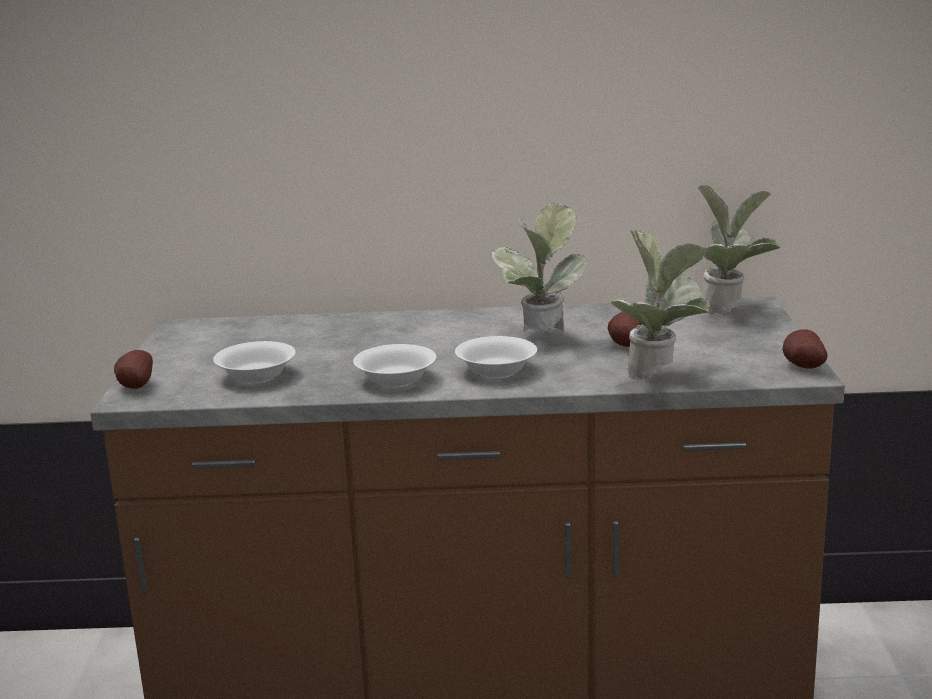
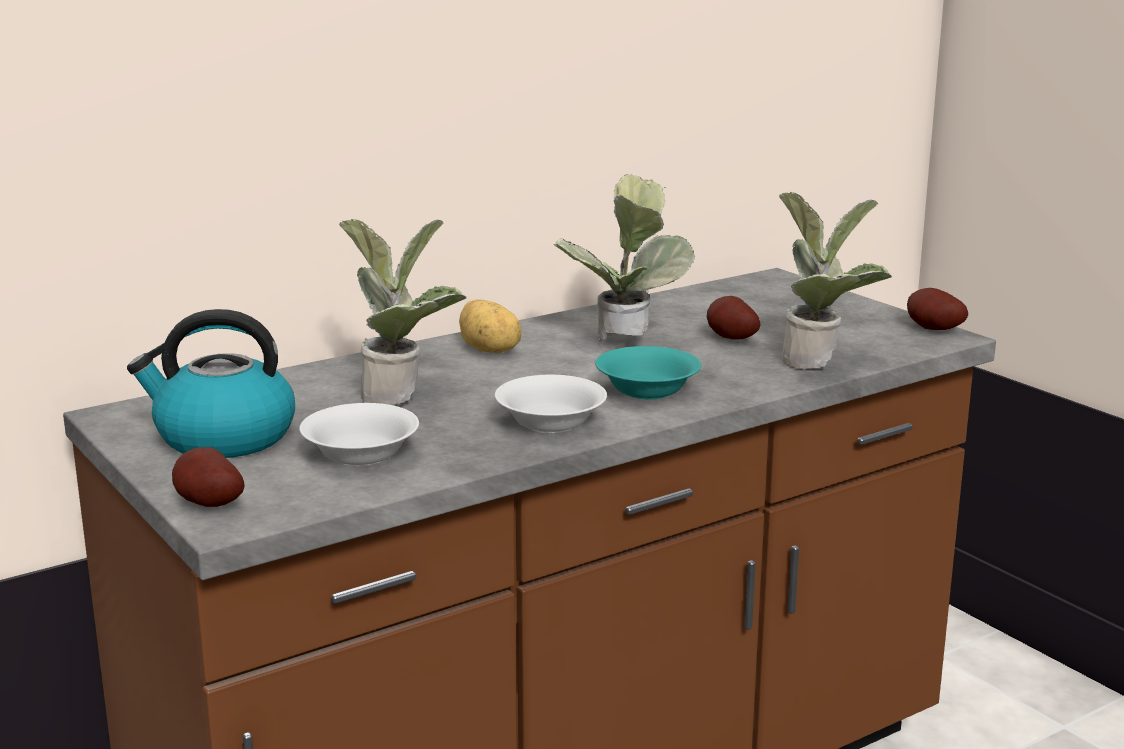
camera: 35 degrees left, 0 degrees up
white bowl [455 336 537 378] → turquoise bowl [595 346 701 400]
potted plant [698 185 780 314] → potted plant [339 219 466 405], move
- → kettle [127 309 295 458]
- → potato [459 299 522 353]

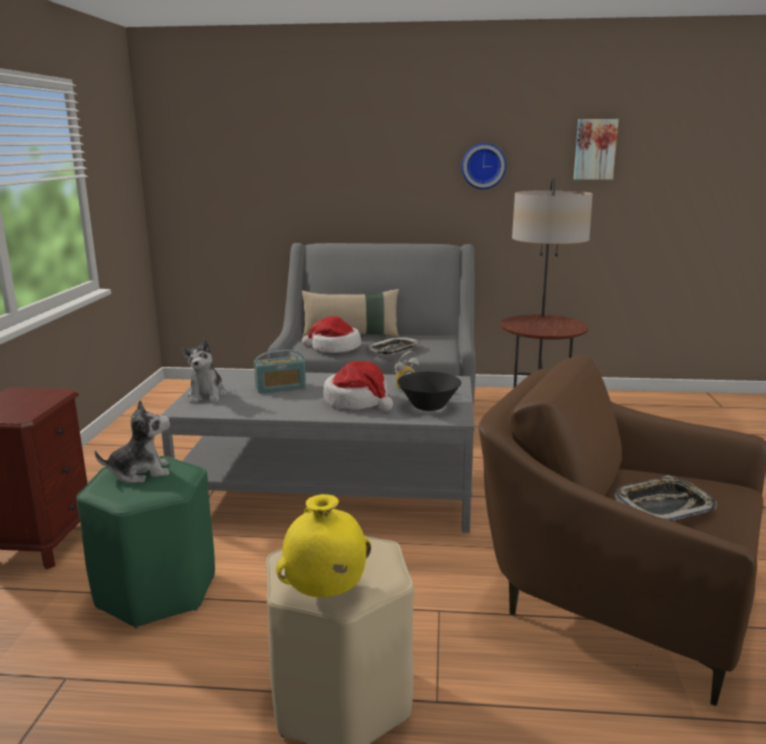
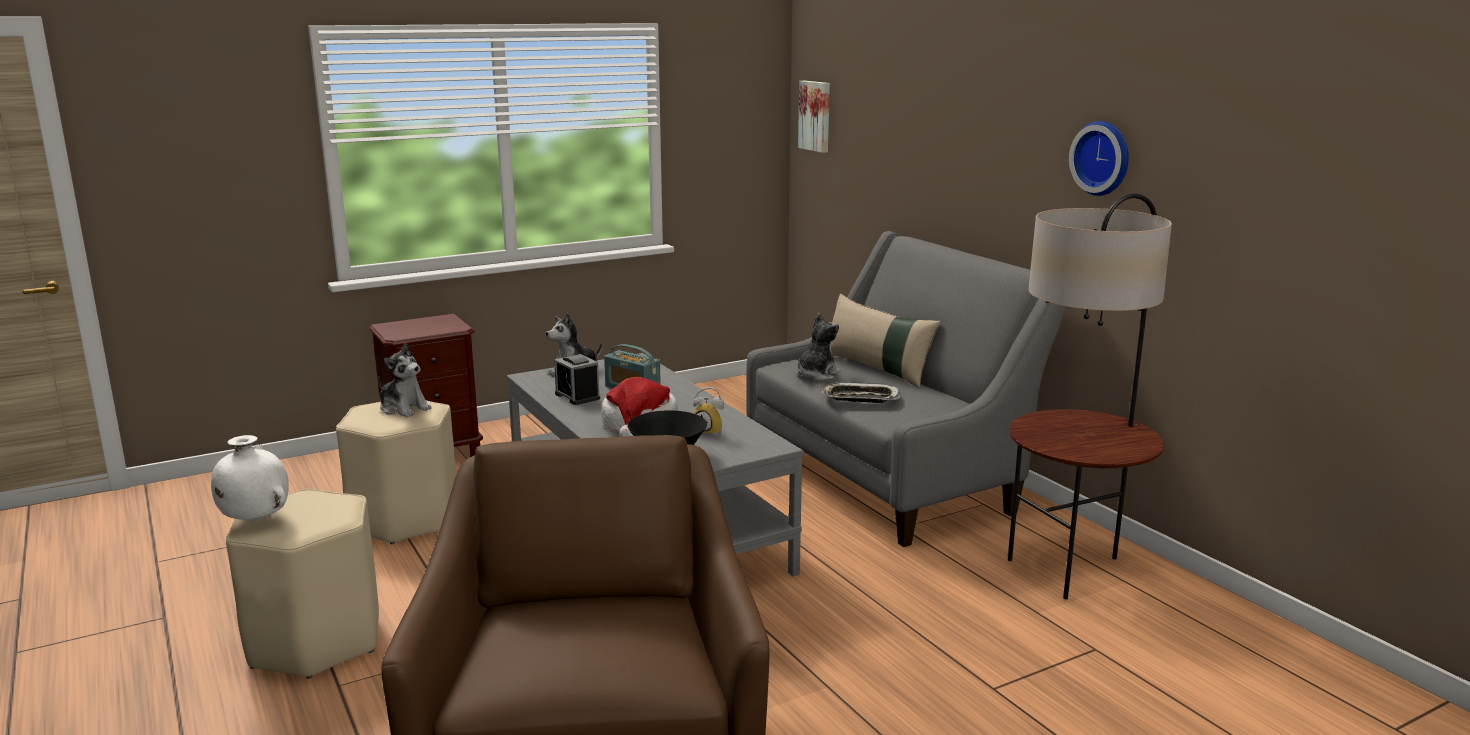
camera: 55 degrees right, 0 degrees up
green stool [76 456 215 628] → beige stool [336 400 456 544]
yellow vase [276 494 371 597] → white vase [211 435 289 521]
hat [302 316 361 353] → plush toy [797 313 840 381]
picture [574 119 619 180] → picture [798 81 830 153], move
tray [614 475 717 520] → -
- → alarm clock [554 354 600 405]

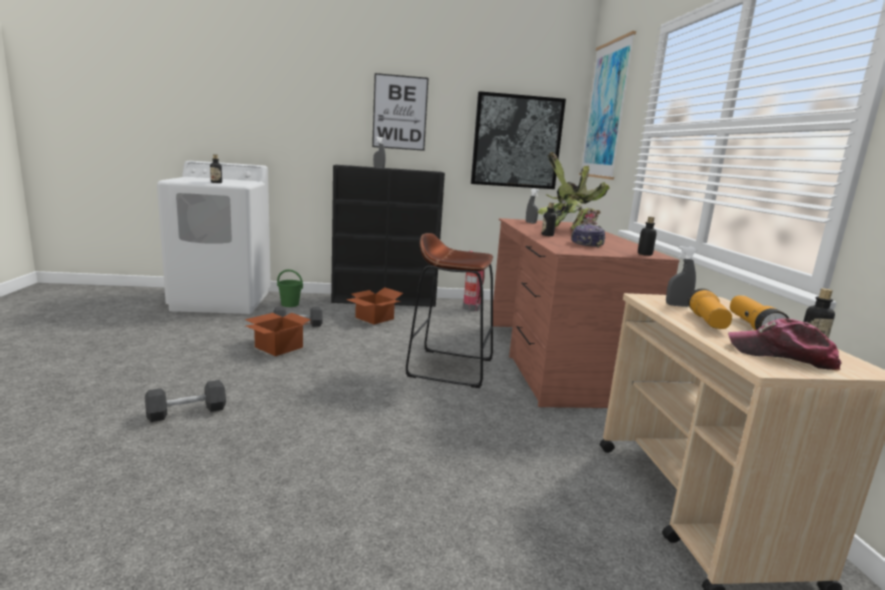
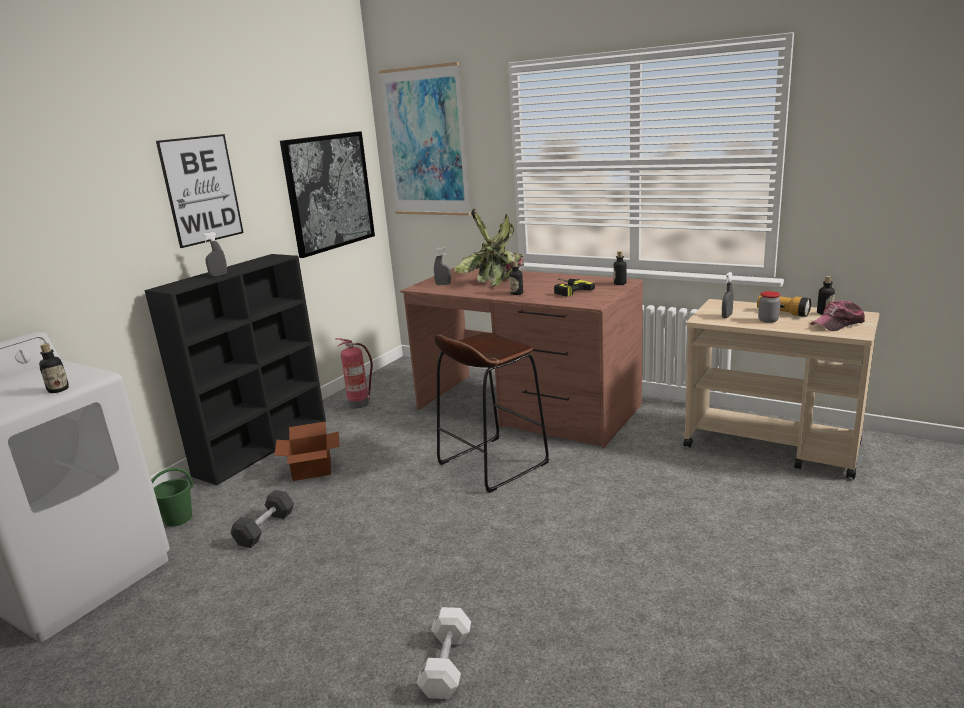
camera: 50 degrees left, 5 degrees up
black dumbbell [145 380 226 422] → white dumbbell [417 607 471 699]
cardboard box [245 313 313 356] → -
cap [571 224 605 248] → power drill [554 279 595 297]
flashlight [688 288 732 329] → jar [758 291 781 323]

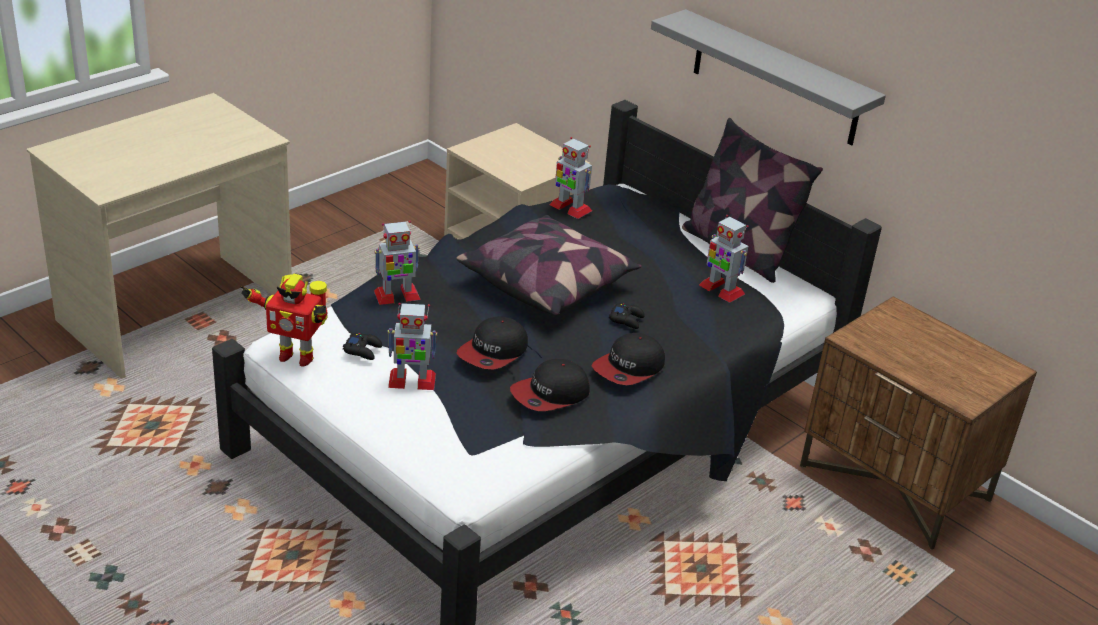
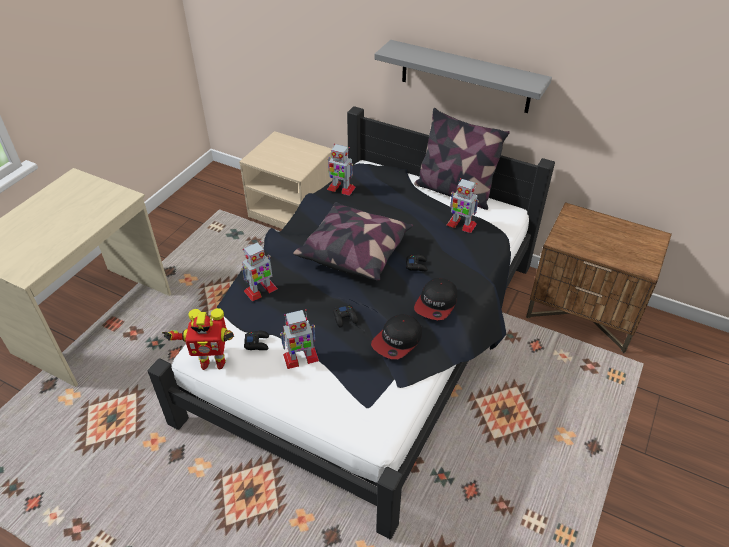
camera: 15 degrees left, 10 degrees up
cap [456 316 528 370] → black game controller [333 304 358 328]

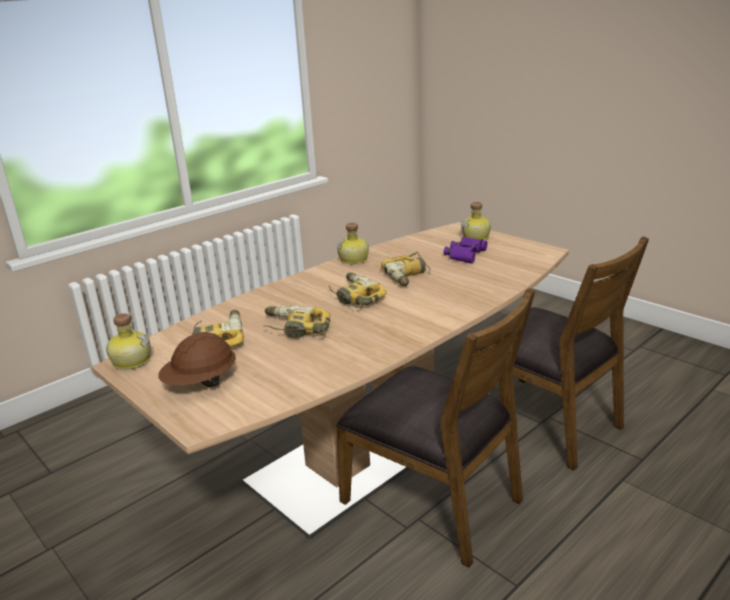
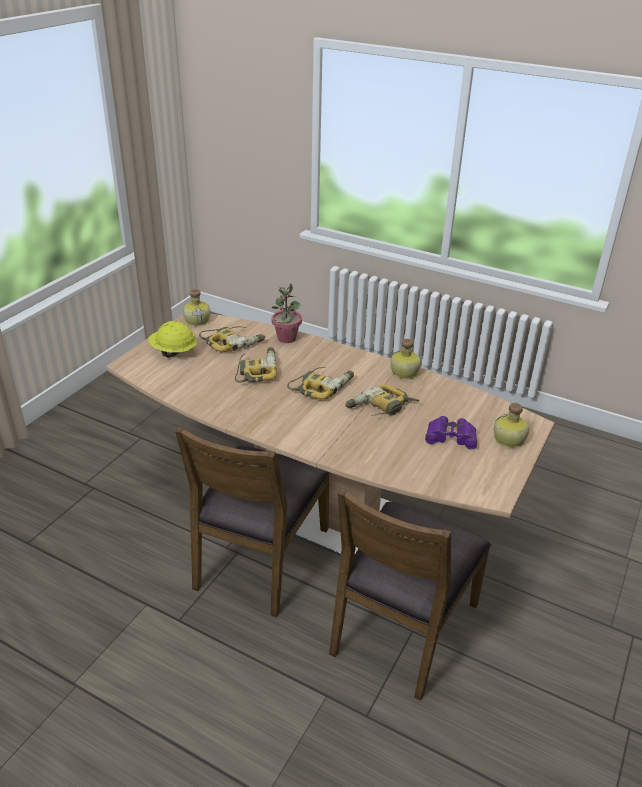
camera: 70 degrees right, 10 degrees up
brown hard hat [158 332 236 388] → yellow hard hat [148 321 197 358]
- → potted plant [272 283 302 343]

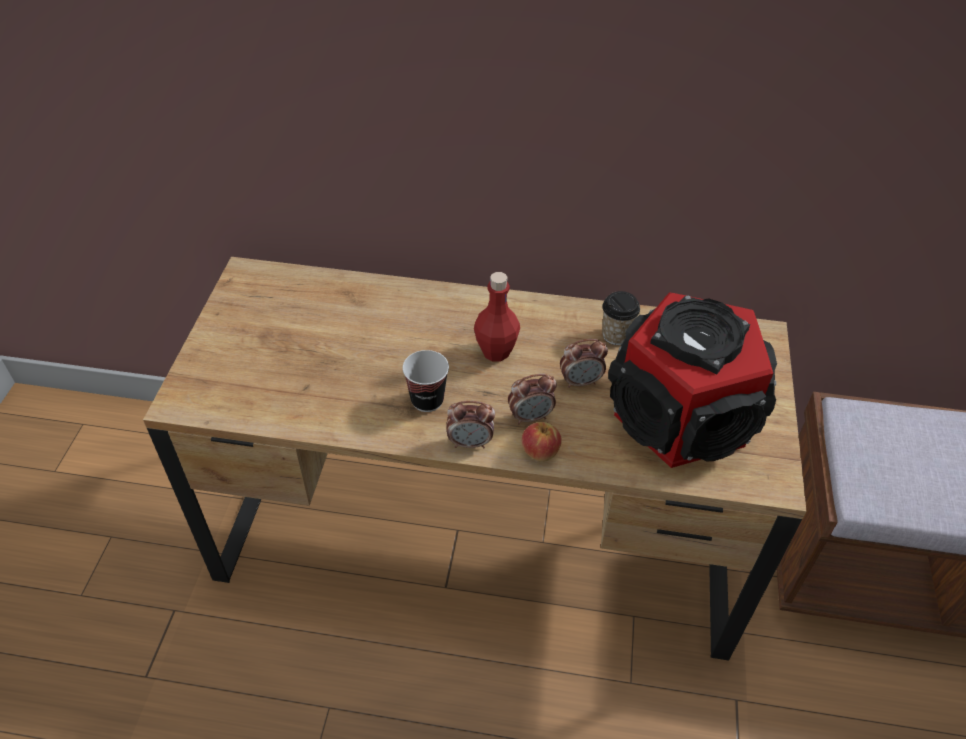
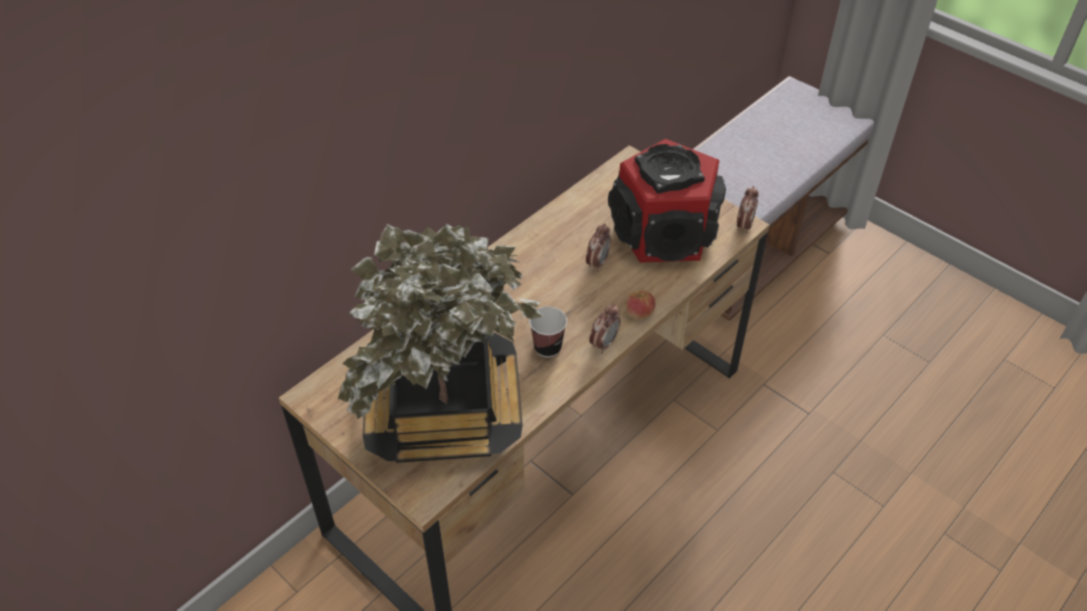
camera: 55 degrees left, 0 degrees up
red bottle [474 272 520 361] → -
alarm clock [508 374 557 424] → alarm clock [737 186 759 233], move
cup [602 291 640 345] → -
- → potted plant [338 224 544 463]

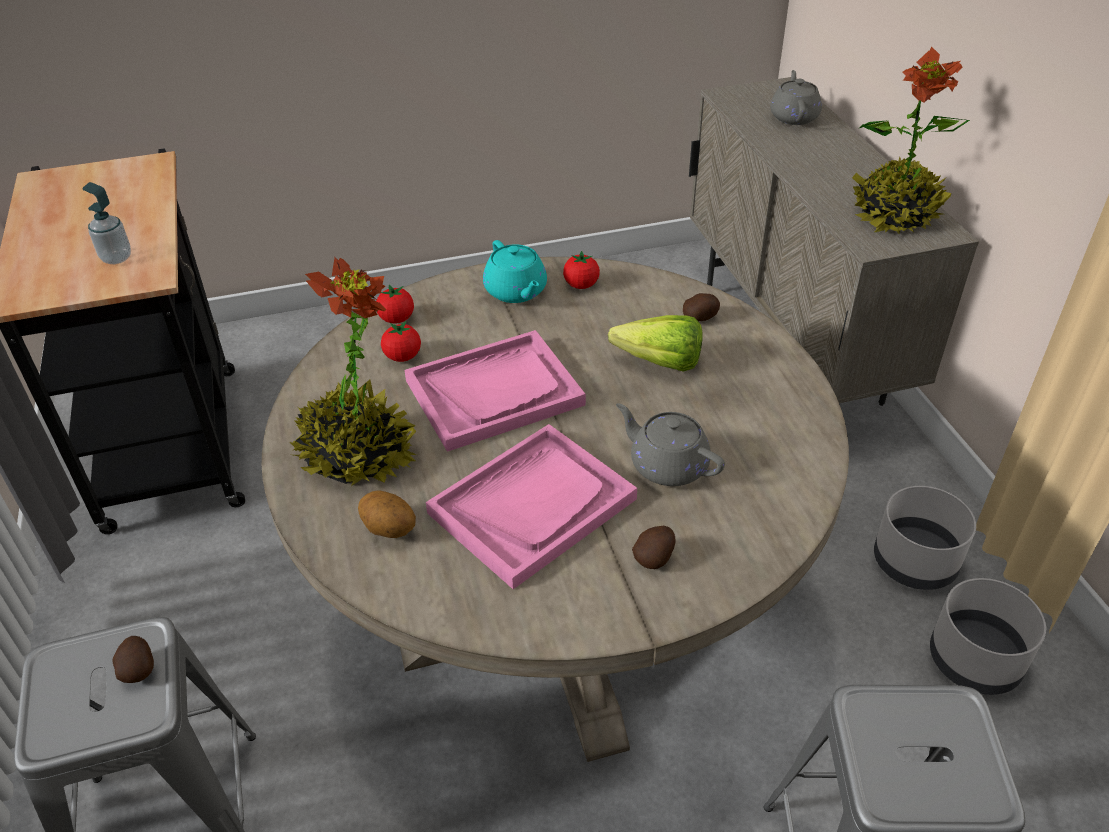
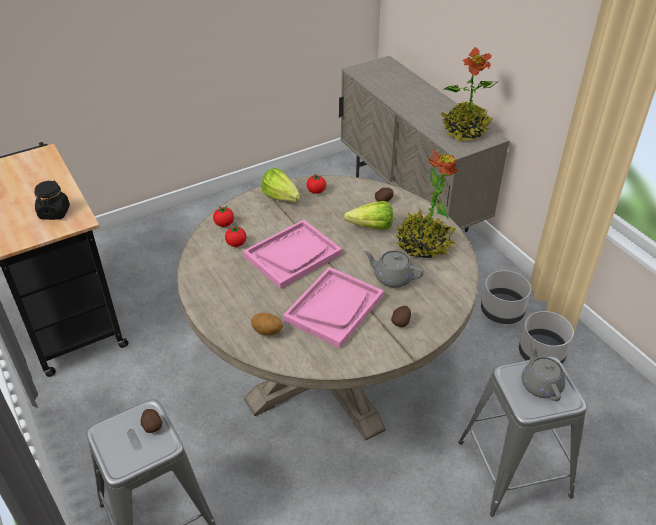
camera: 15 degrees left, 0 degrees up
soap dispenser [83 182 131 264] → black jar [34 180 70 220]
potted plant [290 257 417 486] → potted plant [396 149 459 258], move
turquoise teapot [483 240 547 303] → lettuce [262 168 301 202]
grey teapot [770 70 822 125] → grey teapot [522 342 566 401], move

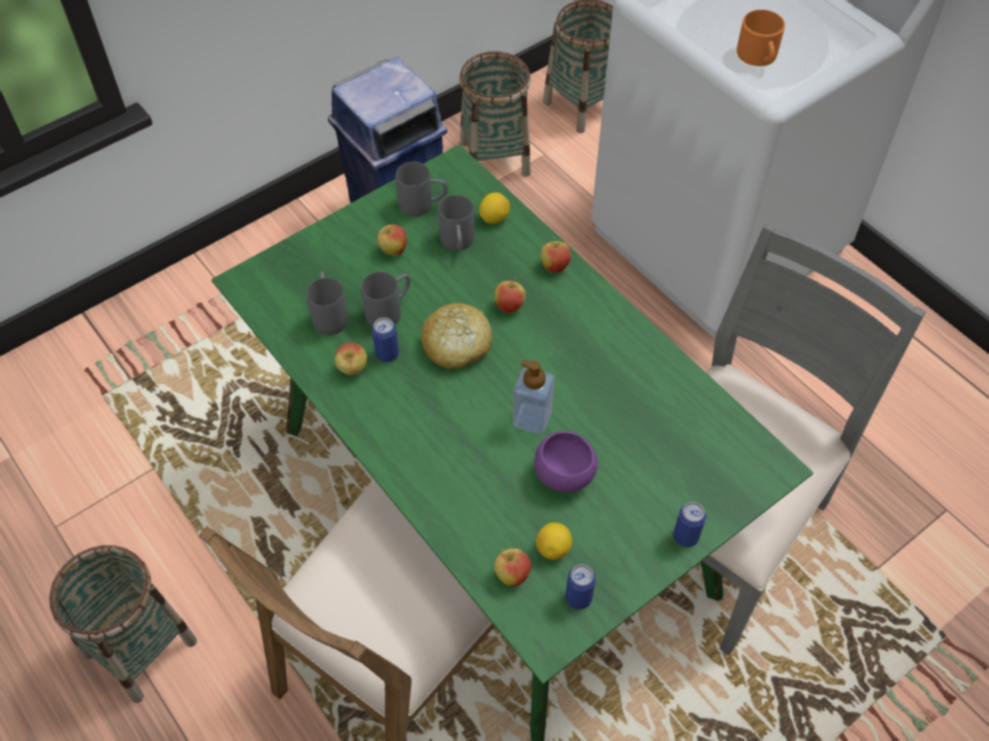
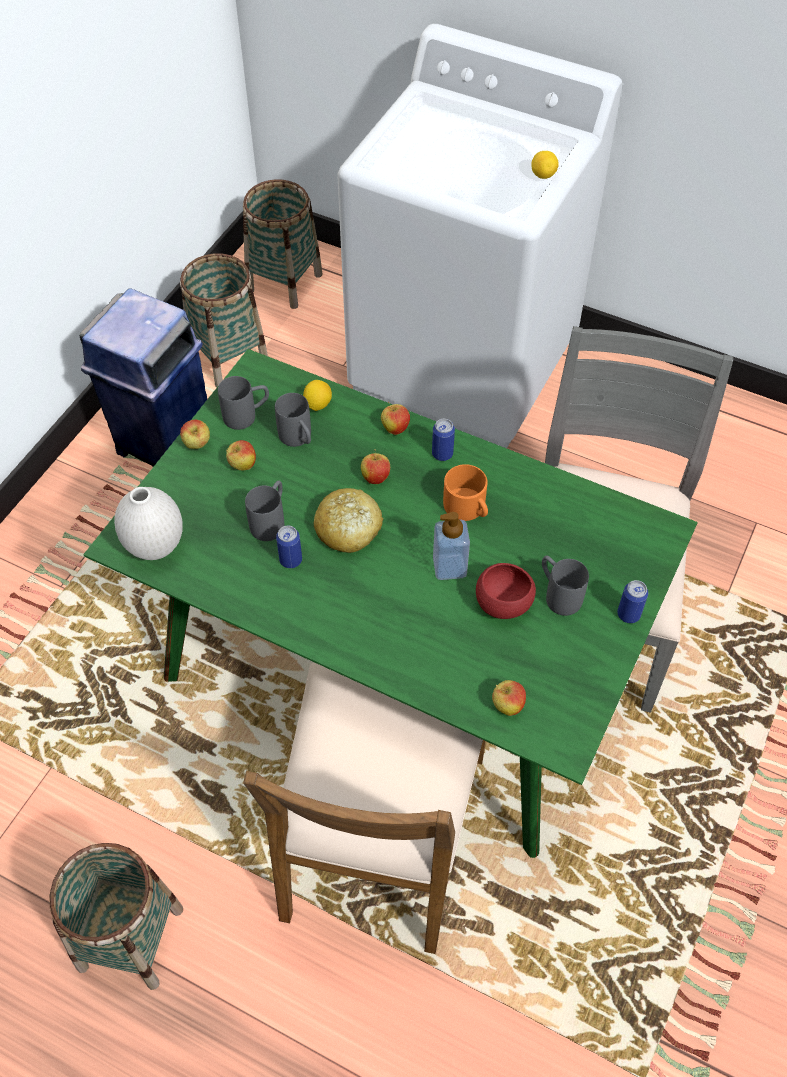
camera: 25 degrees left, 0 degrees up
grey mug [306 271 348 335] → grey mug [542 556 589 616], move
apple [335 343 367 375] → apple [180 420 210 449], move
purple bowl [534 431 598 492] → red bowl [476 563 536 619]
lemon [536 522 572 560] → lemon [531 151 559 179], move
can [565 564 596 609] → can [432 419 455 461], move
orange mug [737 10 785 66] → orange mug [443 464 488 521], move
- → white vase [114 487 183 560]

